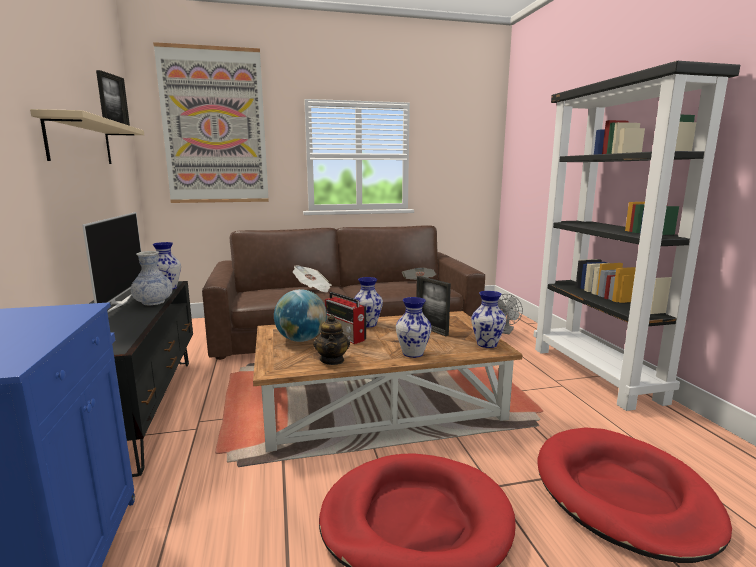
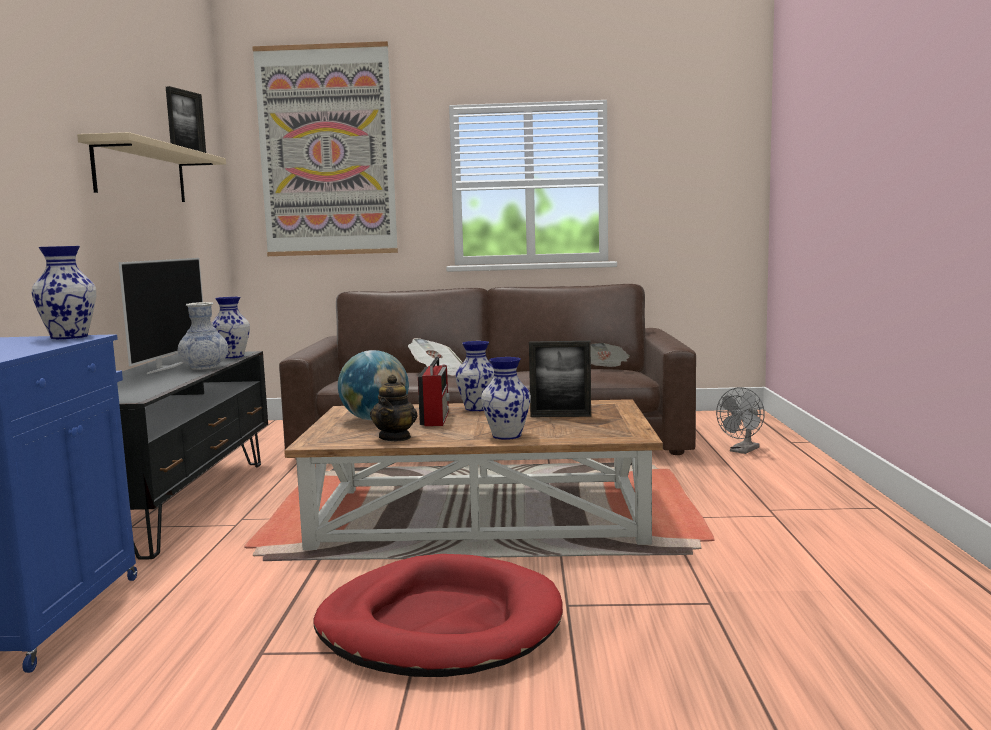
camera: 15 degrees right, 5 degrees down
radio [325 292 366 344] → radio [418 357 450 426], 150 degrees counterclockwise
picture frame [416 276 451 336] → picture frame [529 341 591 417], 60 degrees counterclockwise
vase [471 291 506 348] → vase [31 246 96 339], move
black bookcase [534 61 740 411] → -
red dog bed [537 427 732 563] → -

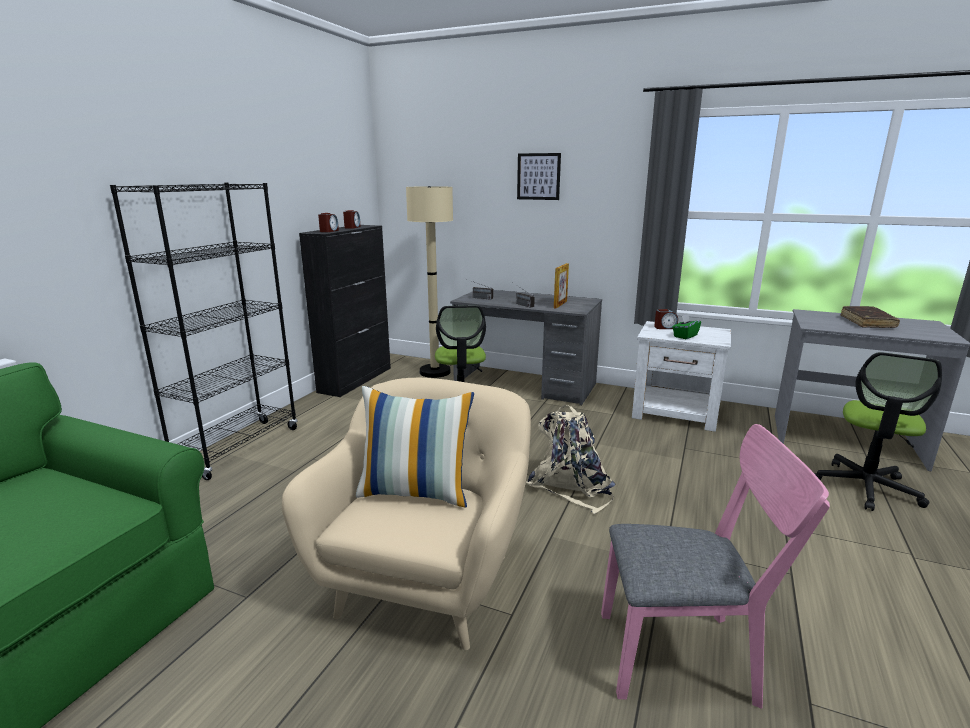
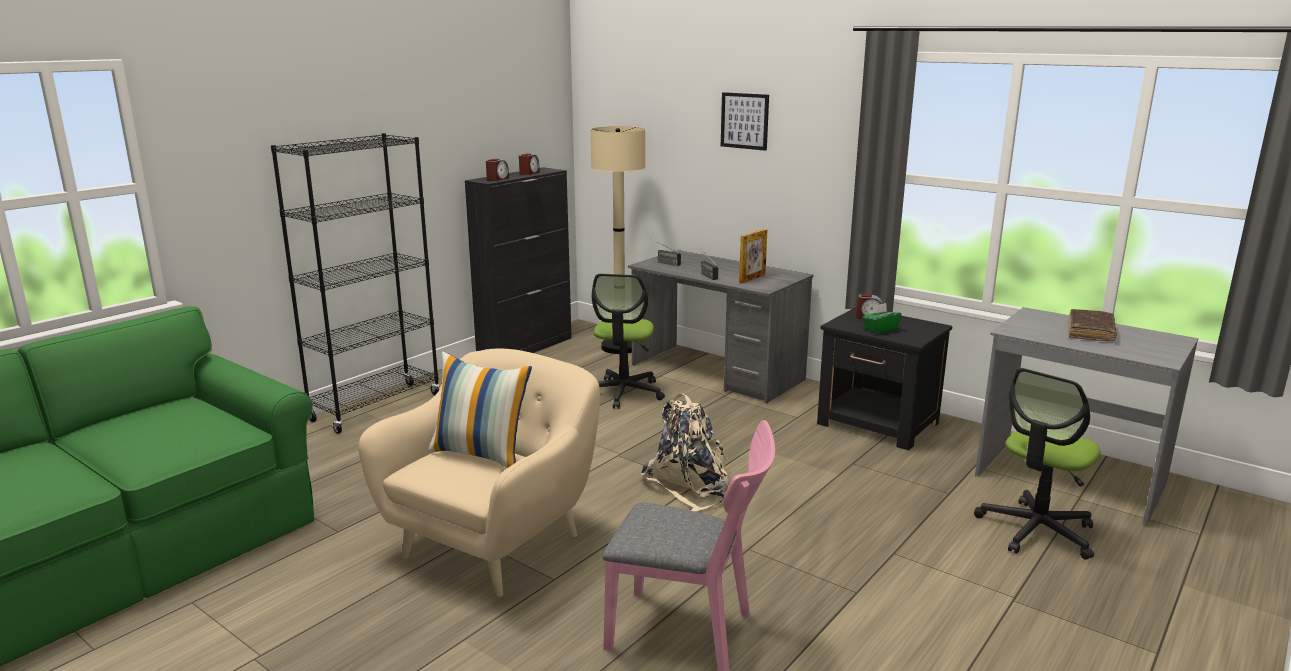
camera: 15 degrees right, 0 degrees up
white nightstand [632 321 731 432] → black nightstand [817 307 952 451]

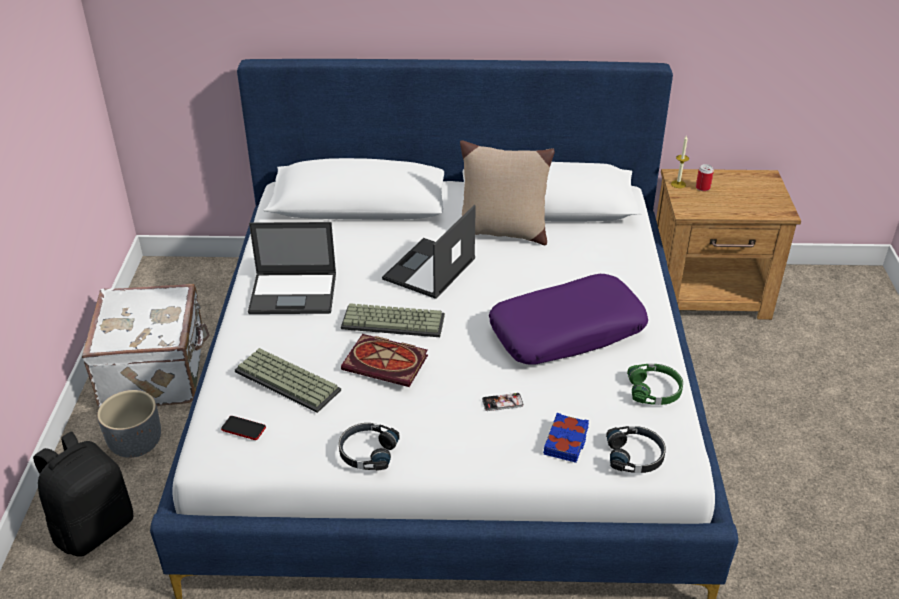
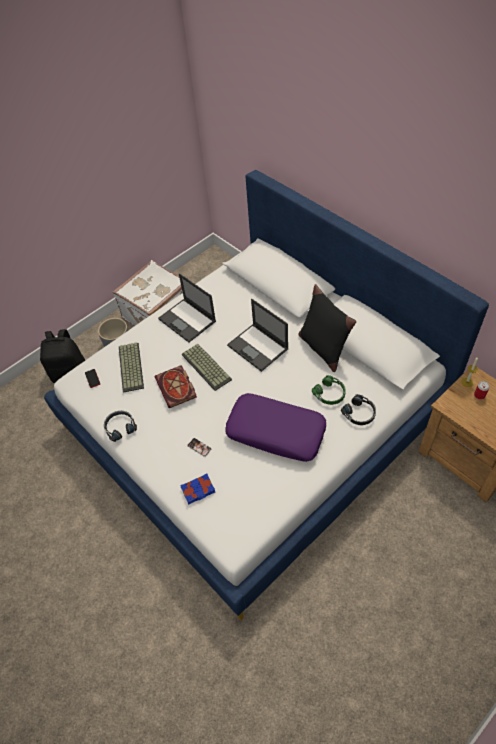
camera: 50 degrees right, 15 degrees up
laptop [382 205 476 299] → laptop [227 299 289 372], 120 degrees counterclockwise
beige pillow [460 140 555 245] → black pillow [298 284 356 372]
black headphones [606 426 666 473] → black headphones [341 394 376 425], move
green headphones [627 364 683 405] → green headphones [312 375 346 405], move

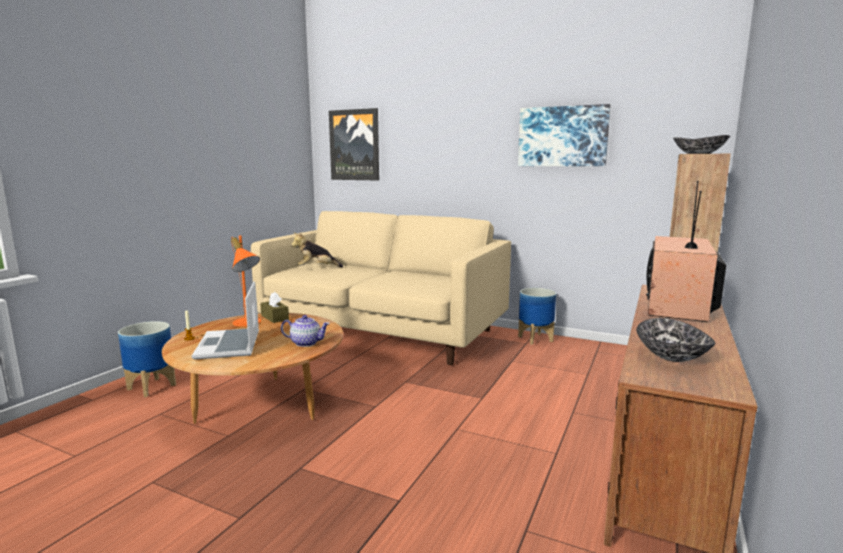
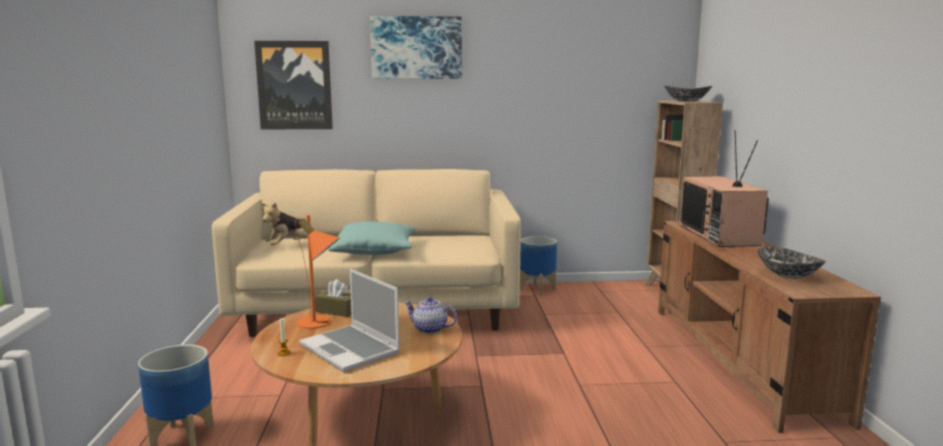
camera: 30 degrees left, 0 degrees up
teapot [281 315 330 347] → teapot [404 297 457 334], 135 degrees counterclockwise
picture [518 104 611 166] → picture [370 16 462 79], move
- → turquoise pillow [328 221 417 255]

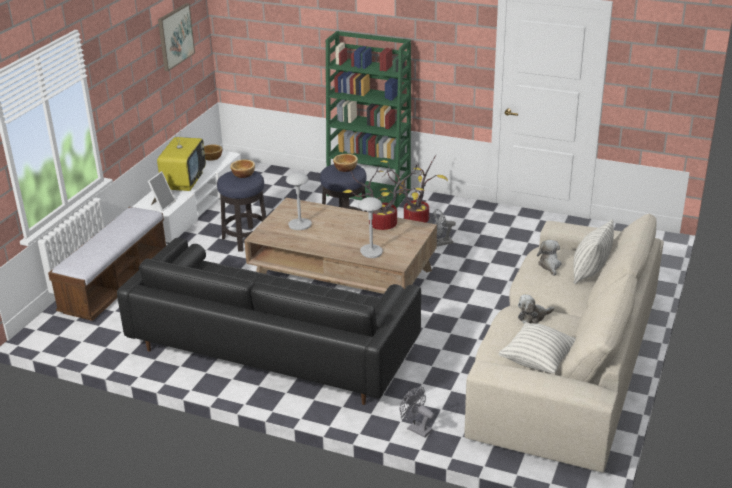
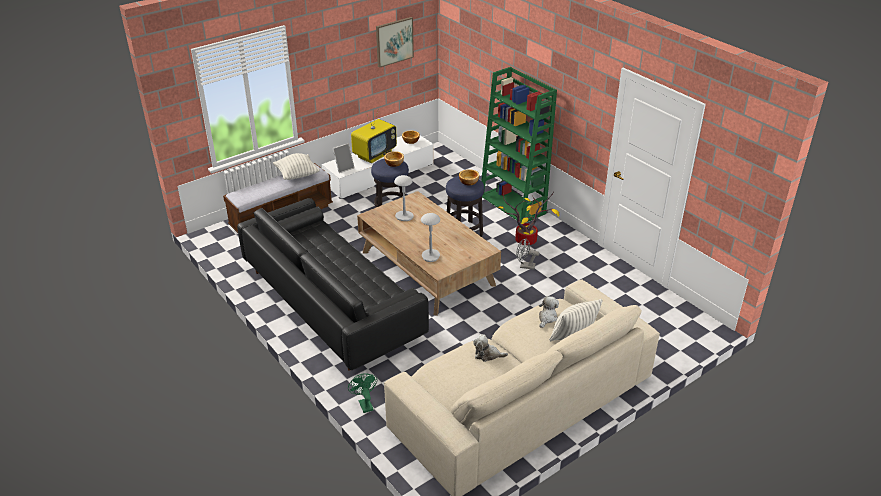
camera: 30 degrees right, 5 degrees up
potted plant [343 160 424 230] → -
grey fan [400 387 434 438] → green fan [348 373 377 413]
pillow [498 322 576 374] → pillow [273 153 320 180], move

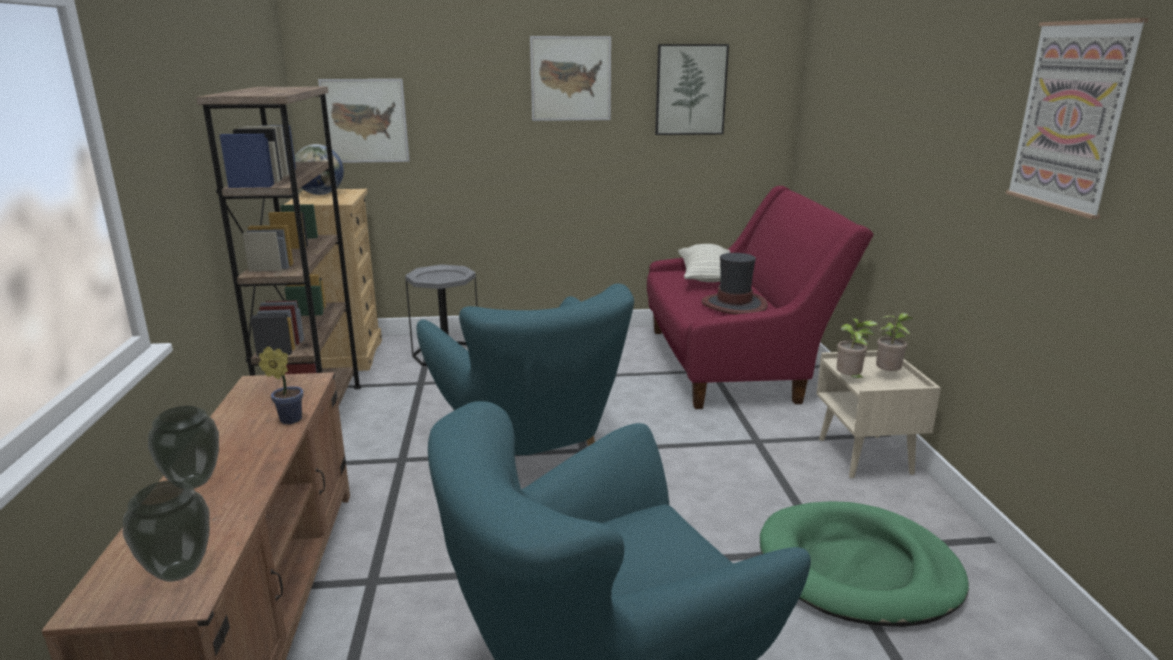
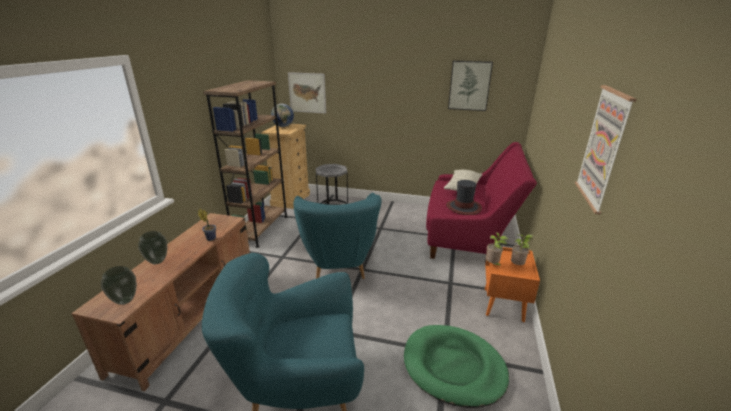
camera: 20 degrees right, 5 degrees up
picture [530 36 611 121] → -
beige nightstand [816 350 941 478] → orange nightstand [485 247 540 322]

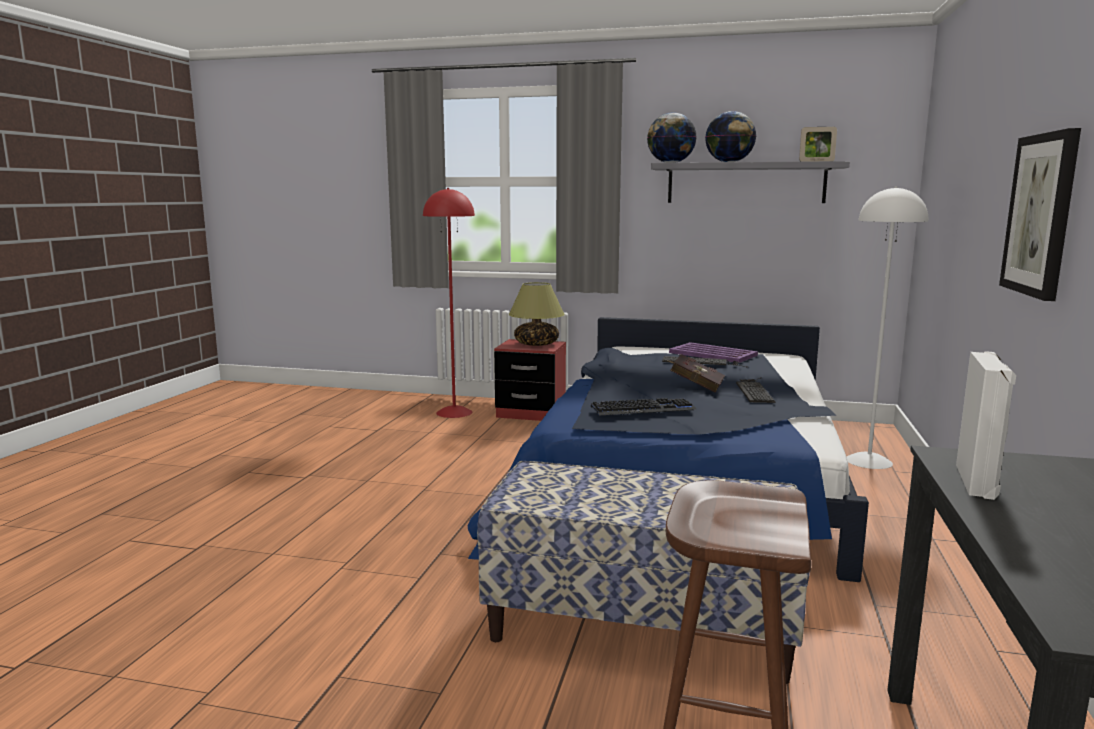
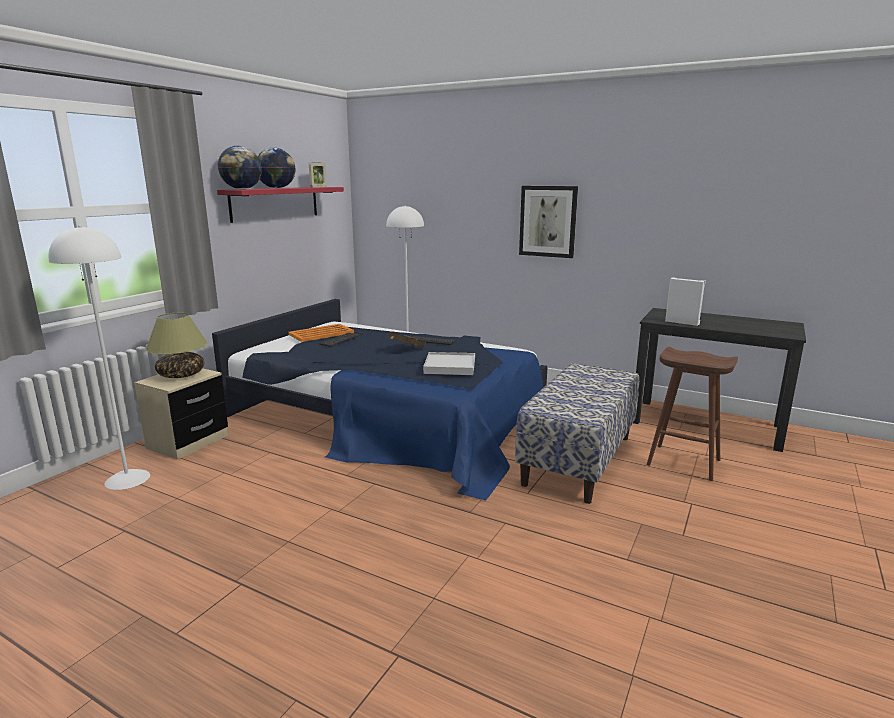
camera: 75 degrees left, 5 degrees up
red floor lamp [423 188 475 418] → white floor lamp [48 225 150 490]
red nightstand [494 339 566 421] → beige nightstand [134 368 228 459]
keyboard [591 398 696 416] → white tray [423 352 475 375]
grey shelf [651 161 850 203] → red shelf [217 187 344 223]
purple tray [669 342 758 363] → orange tray [288 324 354 342]

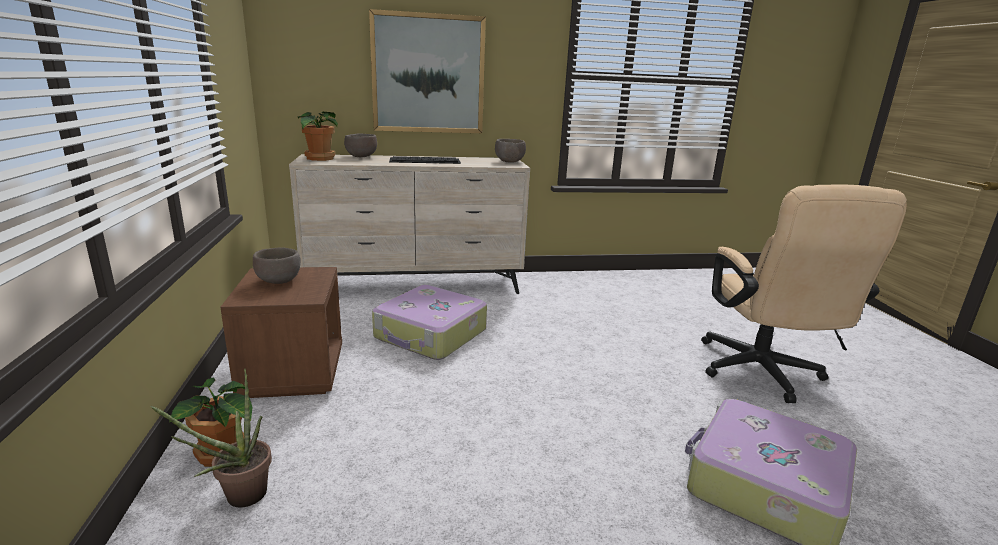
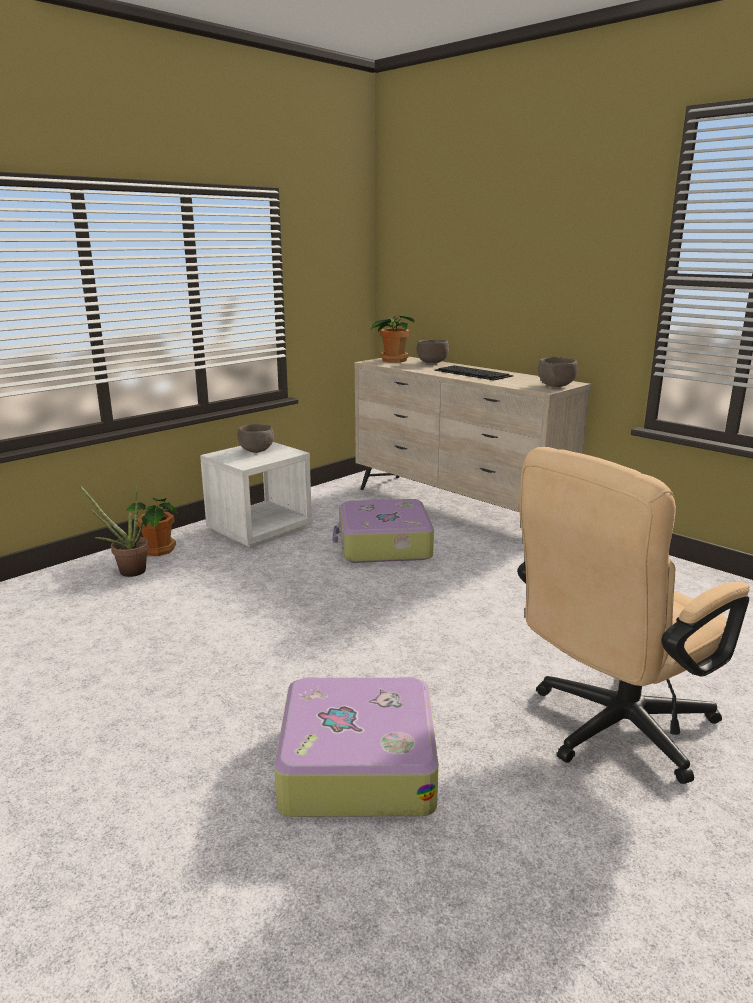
camera: 55 degrees right, 0 degrees up
brown nightstand [221 267 342 398] → white nightstand [200 442 312 548]
picture [369 9 486 133] → -

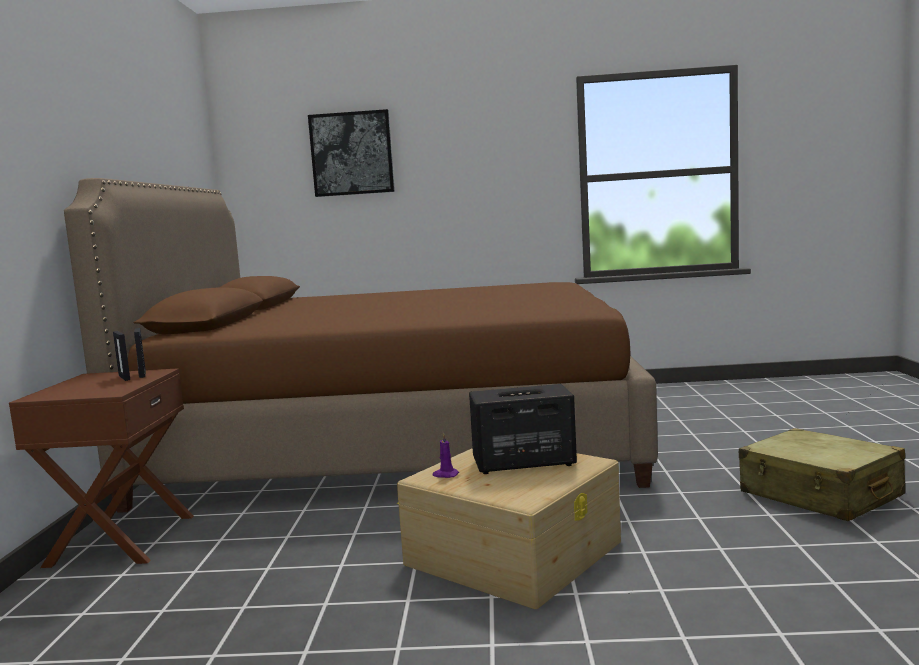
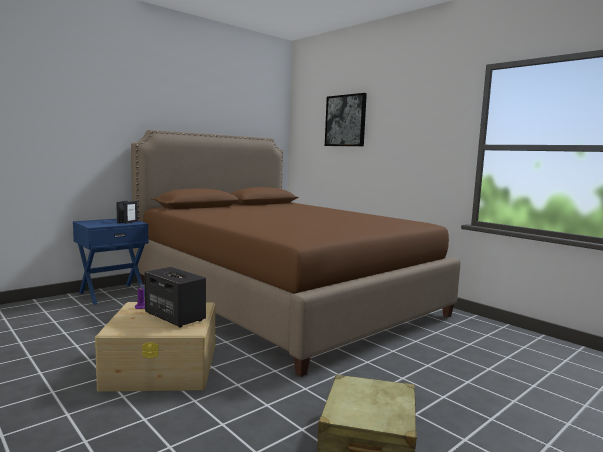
camera: 45 degrees right, 0 degrees up
brown nightstand [9 368 194 568] → blue nightstand [73 219 149 305]

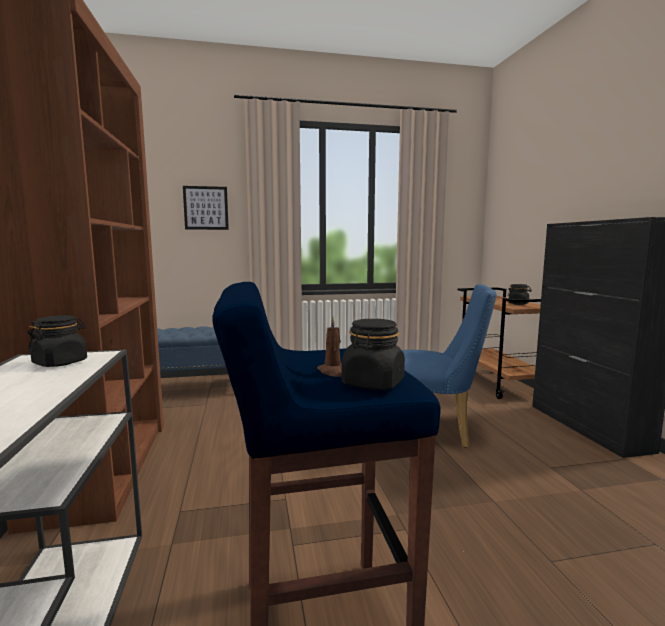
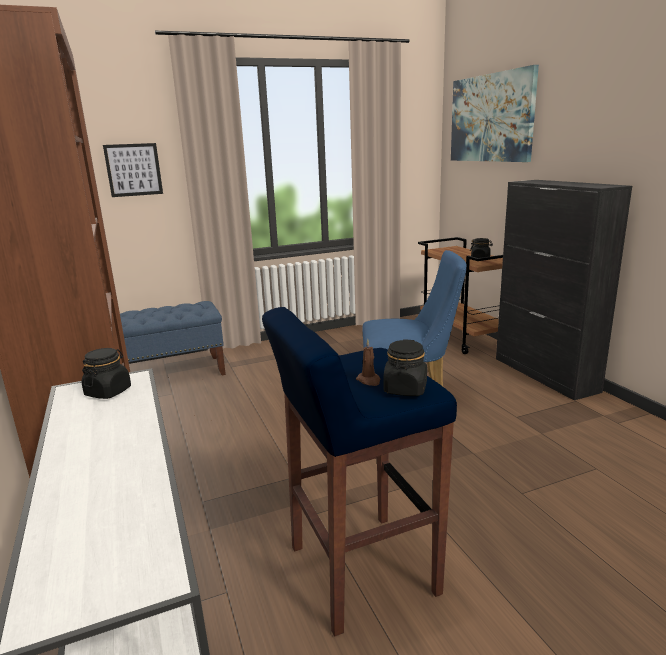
camera: 10 degrees left, 10 degrees up
- → picture [451 65 539 162]

